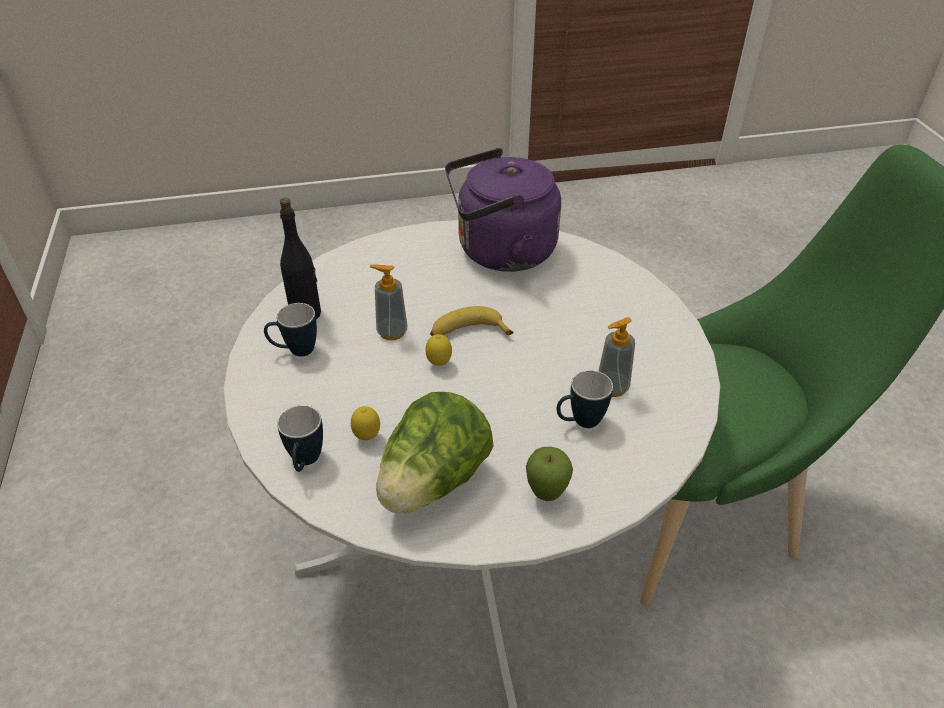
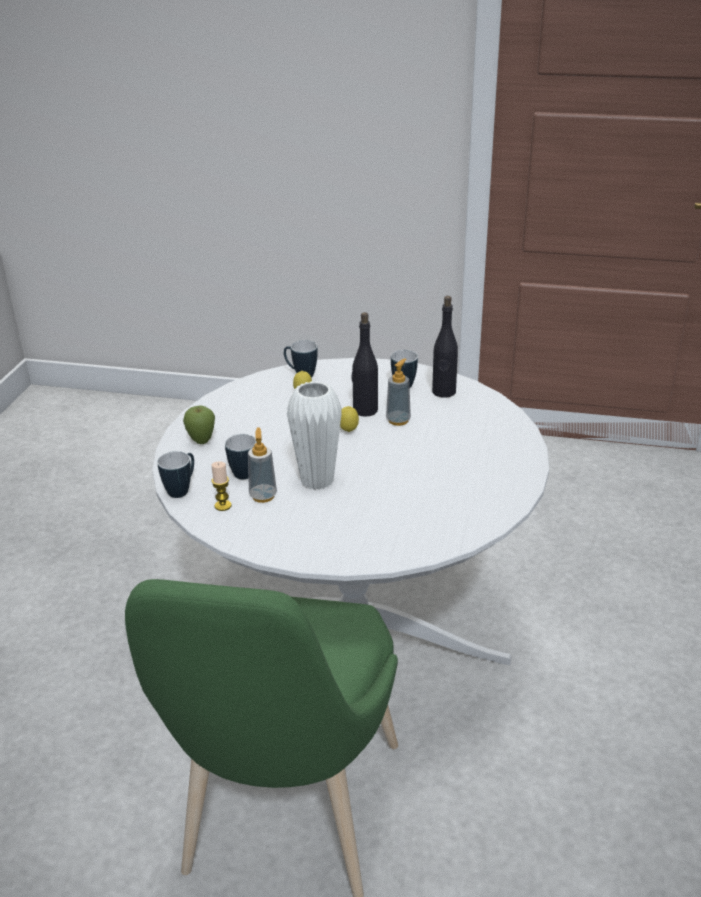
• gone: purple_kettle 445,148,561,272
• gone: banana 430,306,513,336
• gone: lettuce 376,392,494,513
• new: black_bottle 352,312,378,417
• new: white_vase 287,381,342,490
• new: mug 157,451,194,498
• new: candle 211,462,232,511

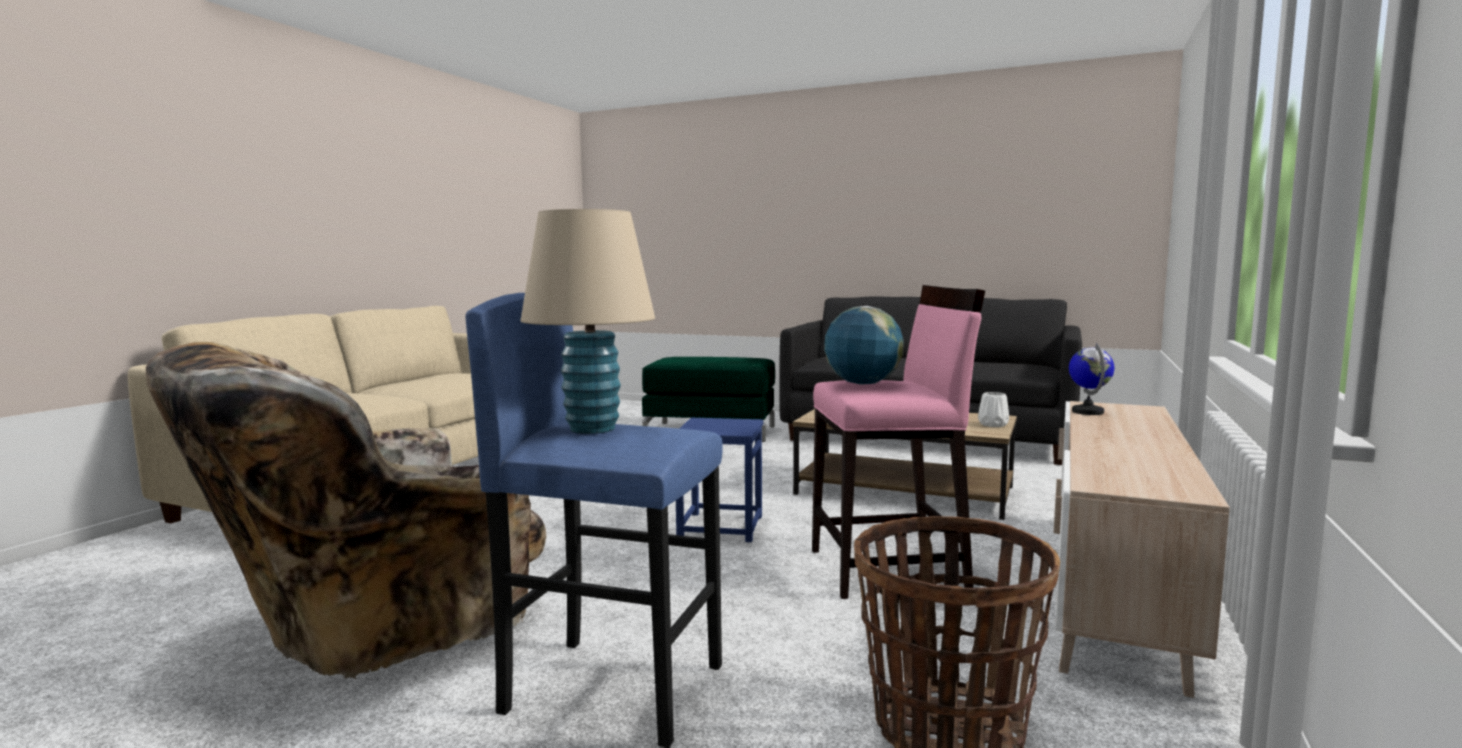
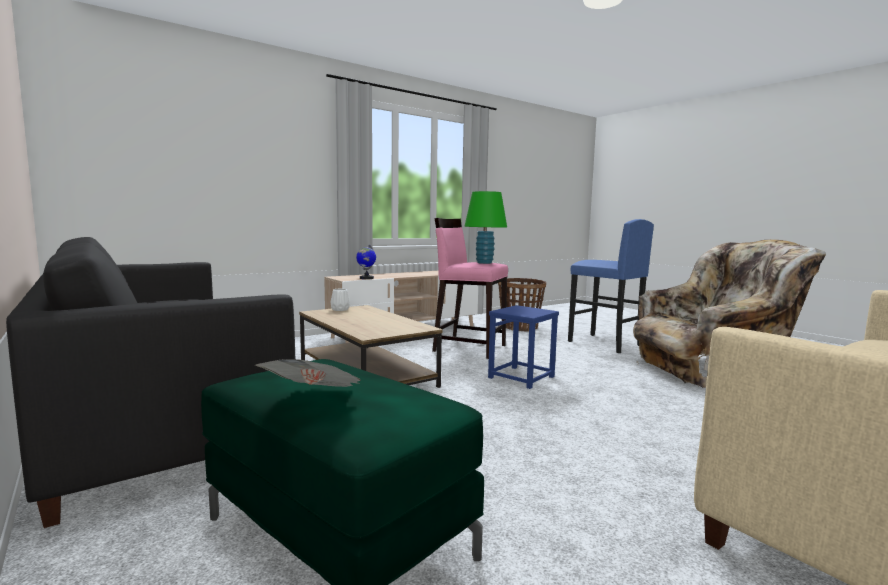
• gone: beige_table_lamp 520,209,655,434
• swapped: globe 824,306,904,385 to green_table_lamp 464,191,507,264
• new: newspaper 254,359,360,387

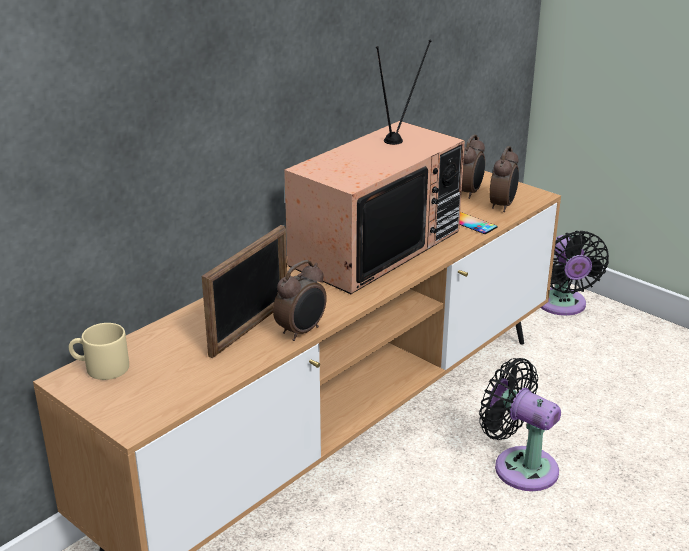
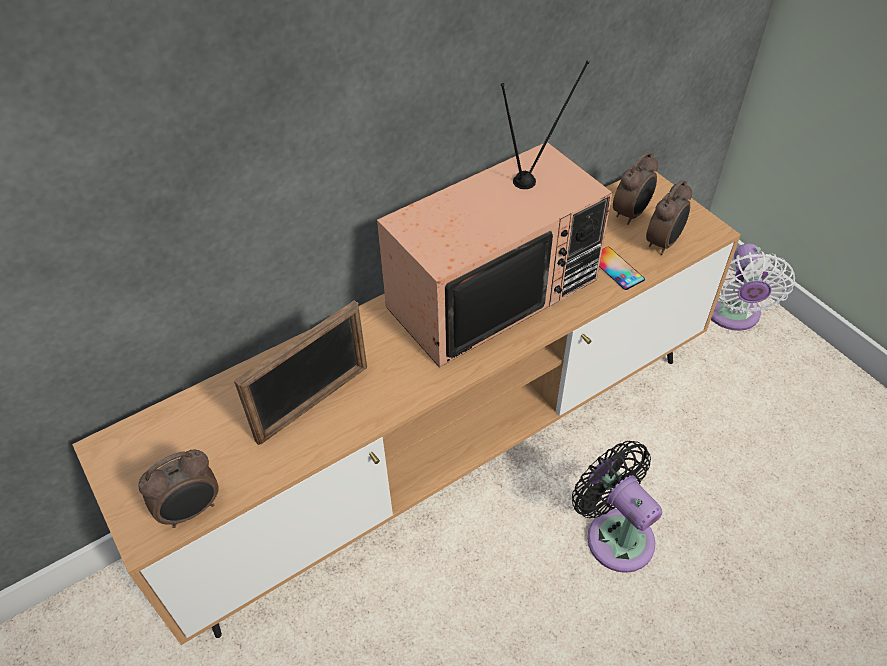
• repainted: black_fan 541,231,609,316 to white_fan 711,243,795,331
• shifted: alarm_clock 273,260,327,341 to 138,449,219,528
• gone: beige_mug 69,323,129,380

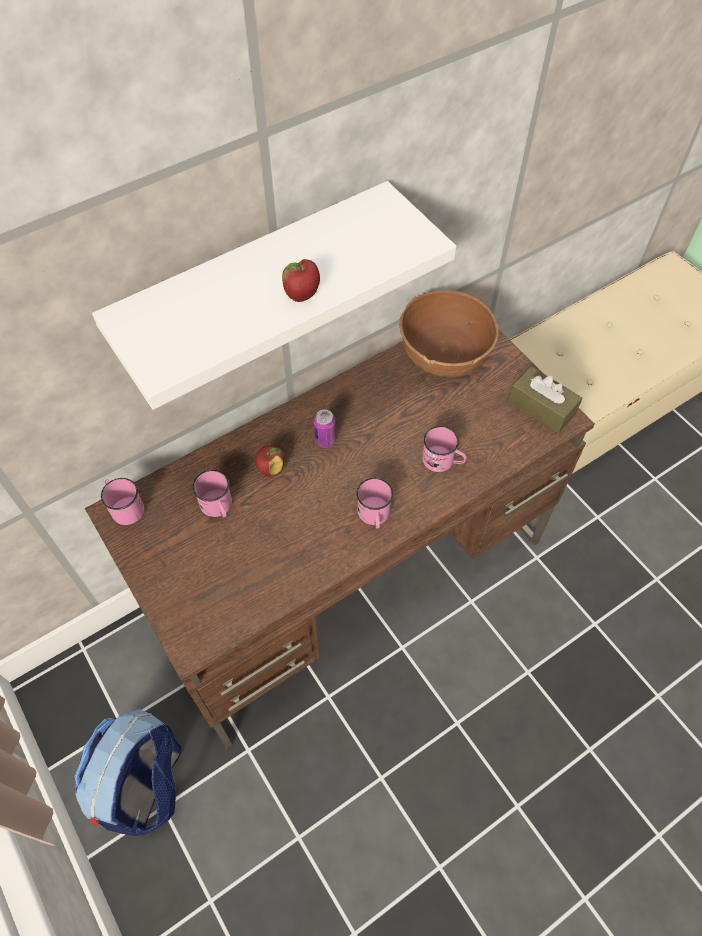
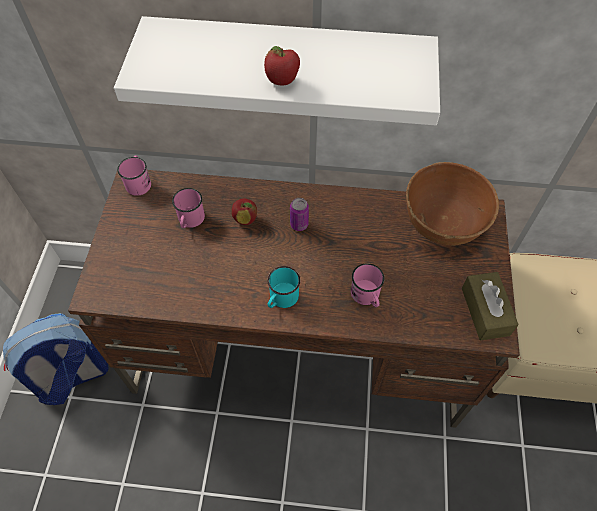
• repainted: pink_mug 356,478,393,529 to turquoise_mug 268,266,300,308

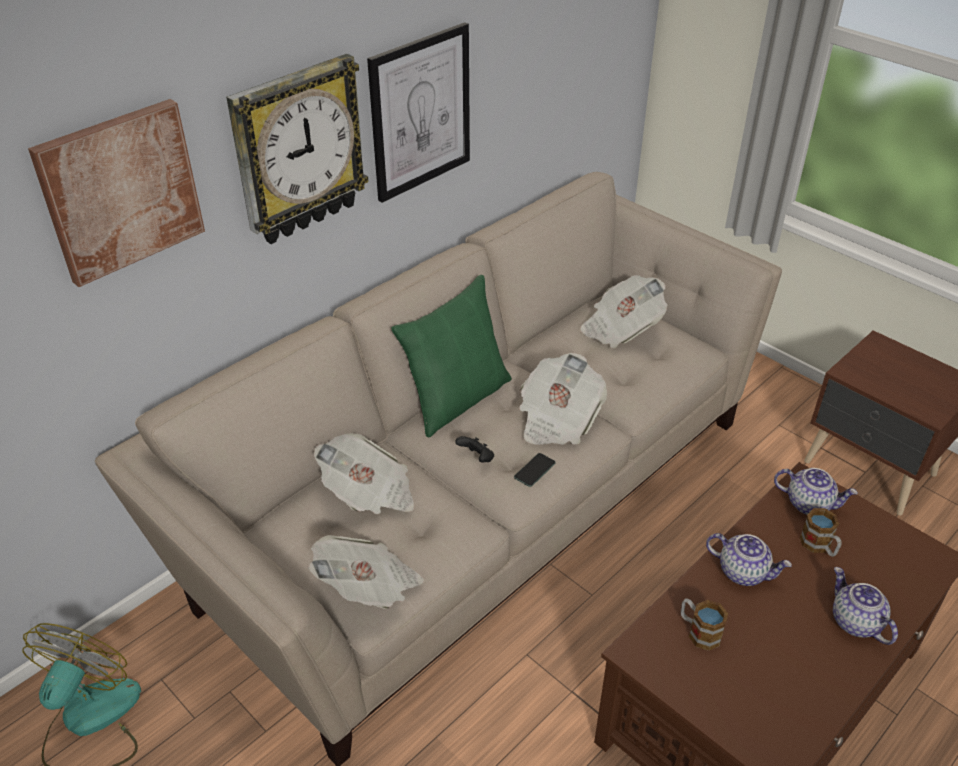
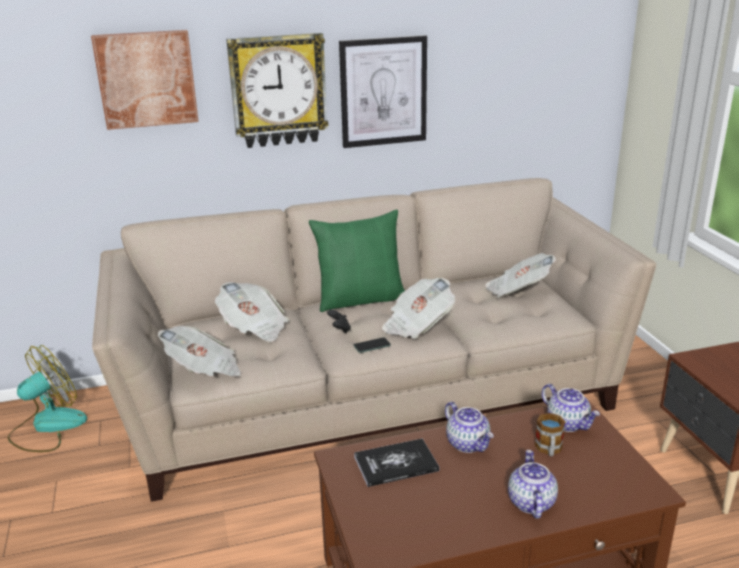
• swapped: mug 681,598,728,651 to book 354,438,439,487

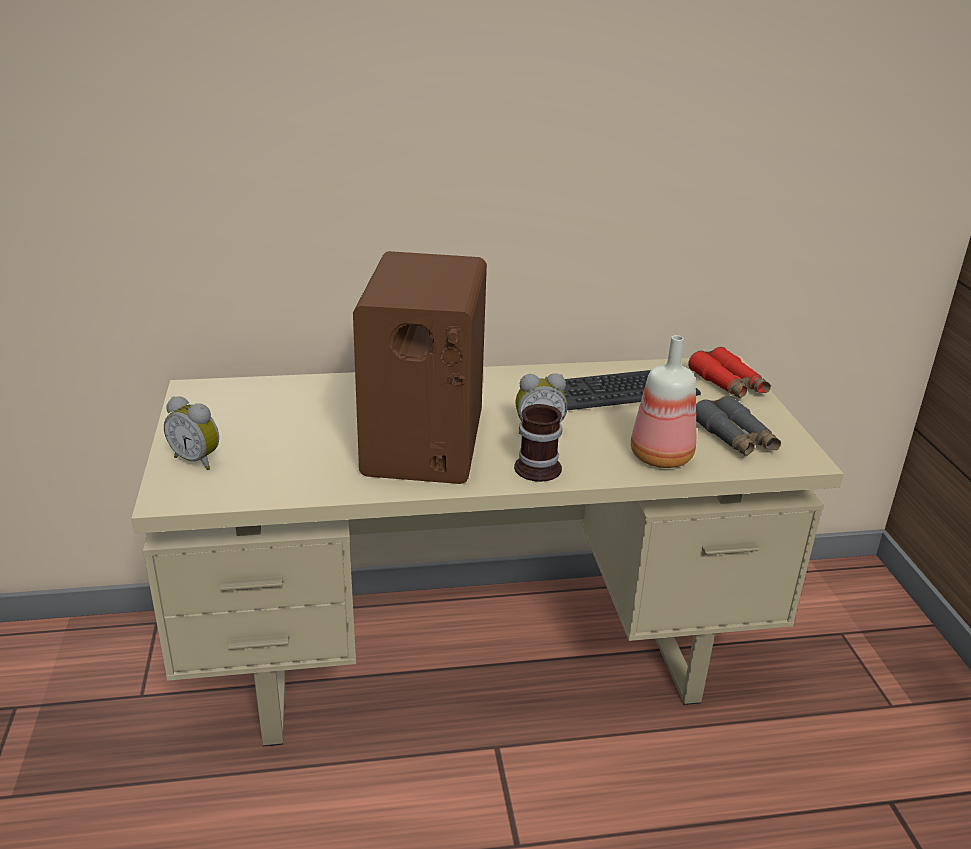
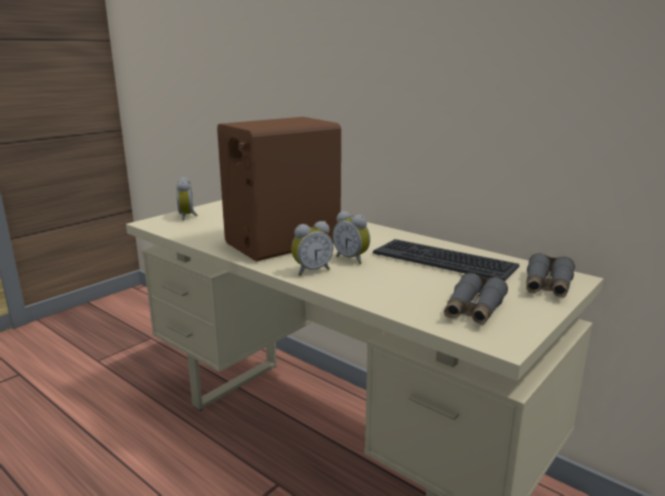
• gone: bottle 631,335,696,468
• repainted: red_binoculars 688,347,771,398 to grey_binoculars 526,253,575,298
• swapped: mug 514,404,562,482 to alarm_clock 291,221,333,276

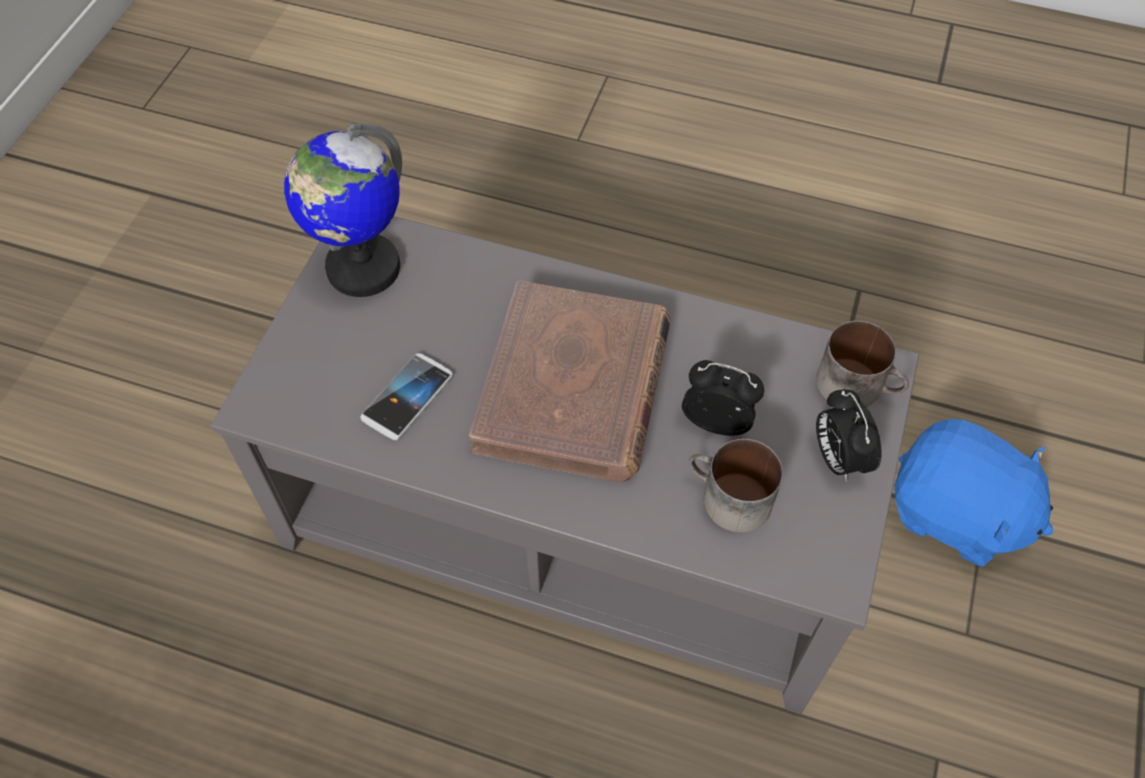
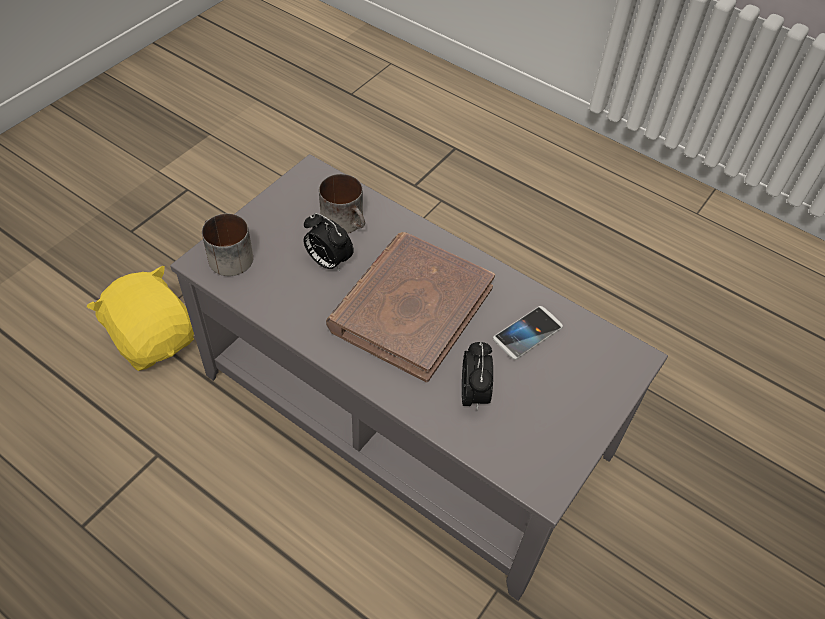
• gone: globe 284,123,402,297
• shifted: alarm_clock 816,389,882,482 to 462,342,493,410
• repainted: blue_plush_toy 895,419,1053,567 to yellow_plush_toy 87,266,194,371

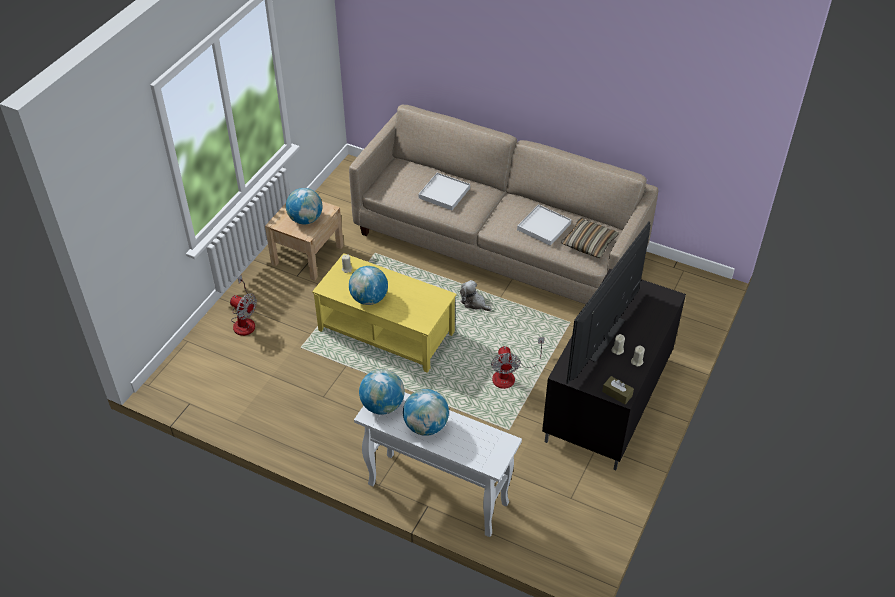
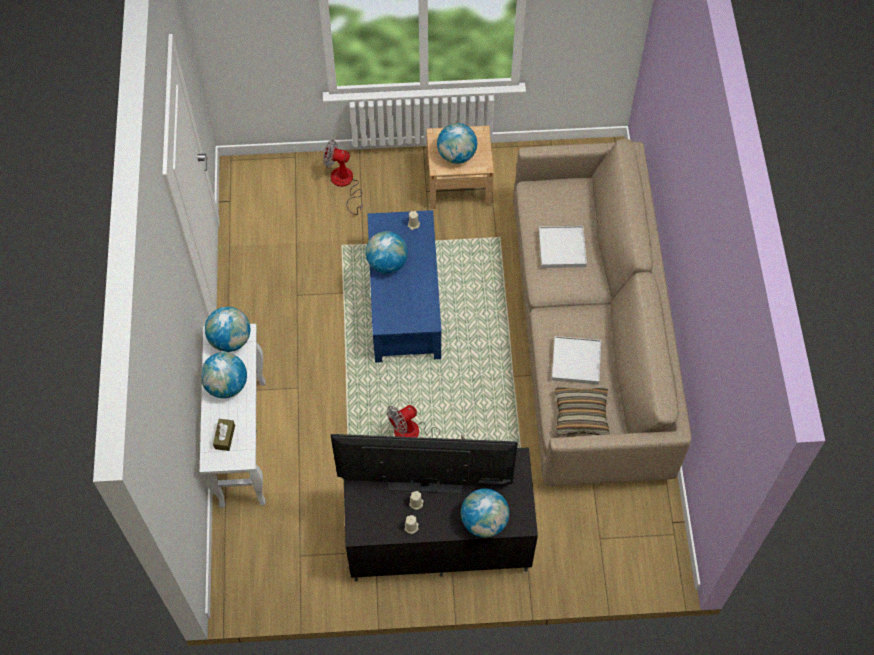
• repainted: yellow_coffee_table 312,253,456,373 to blue_coffee_table 368,210,442,363
• rotated: fan 230,275,257,336 = 323,140,363,215 105 degrees clockwise
• gone: plush_toy 460,280,492,311
• shifted: brown_tissue_box 602,376,634,404 to 213,419,235,451
• new: globe 461,488,509,537

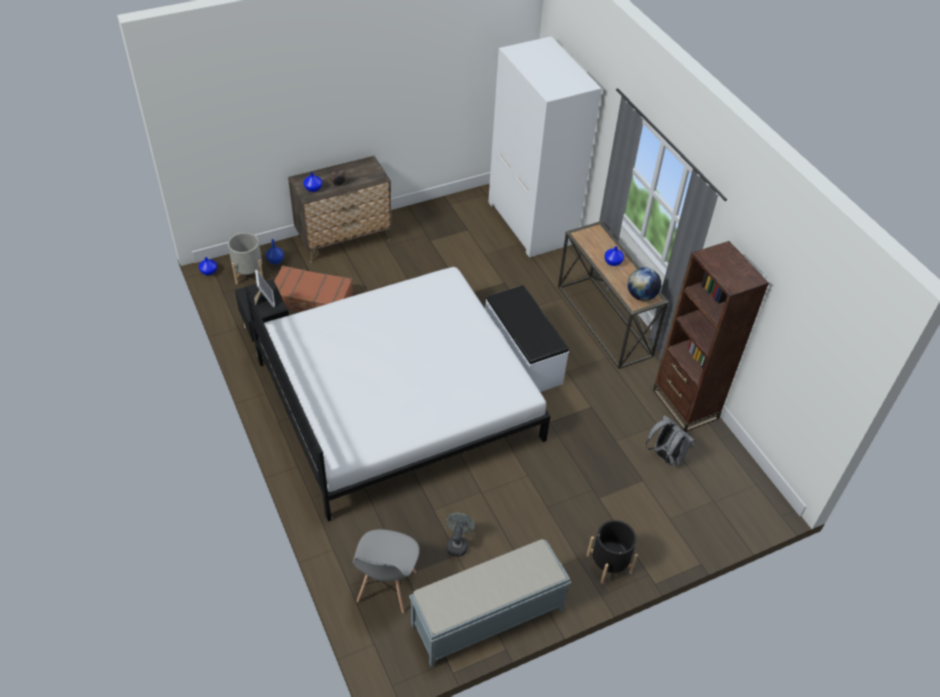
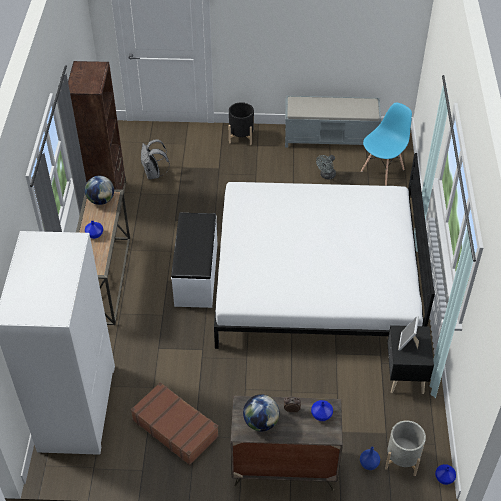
• shifted: brown_suitcase 274,265,353,312 to 131,382,219,465
• repainted: grey_chair 353,529,419,613 to blue_chair 361,103,412,186
• new: globe 243,394,280,431

